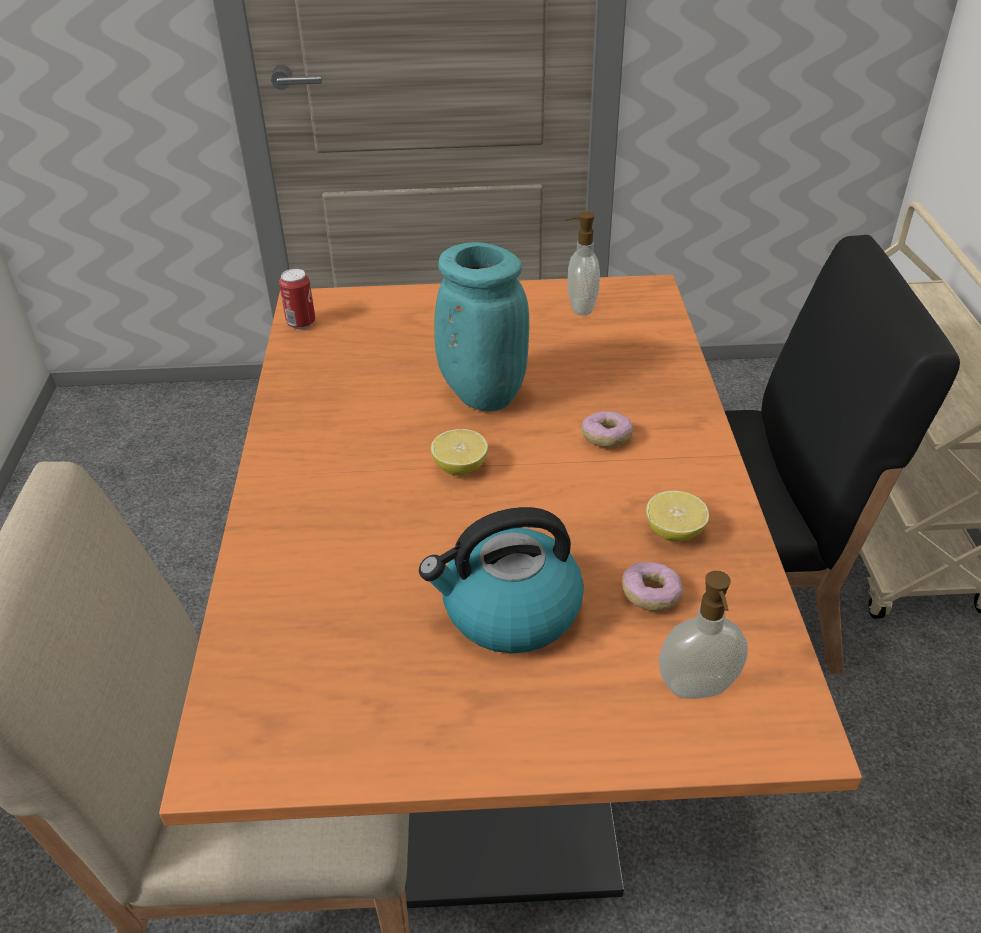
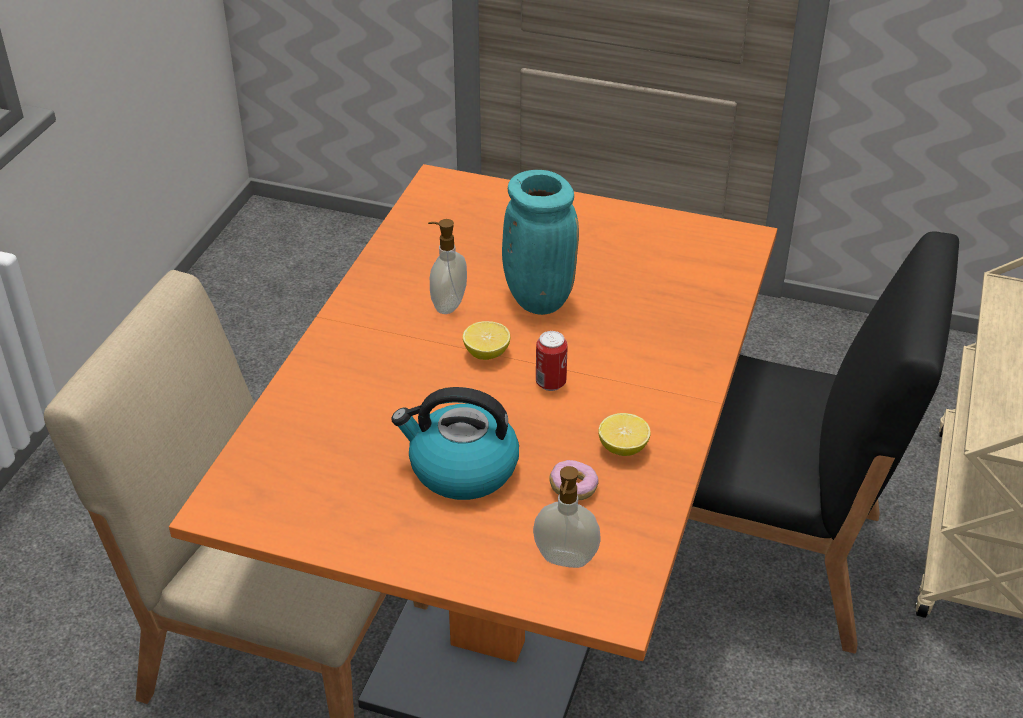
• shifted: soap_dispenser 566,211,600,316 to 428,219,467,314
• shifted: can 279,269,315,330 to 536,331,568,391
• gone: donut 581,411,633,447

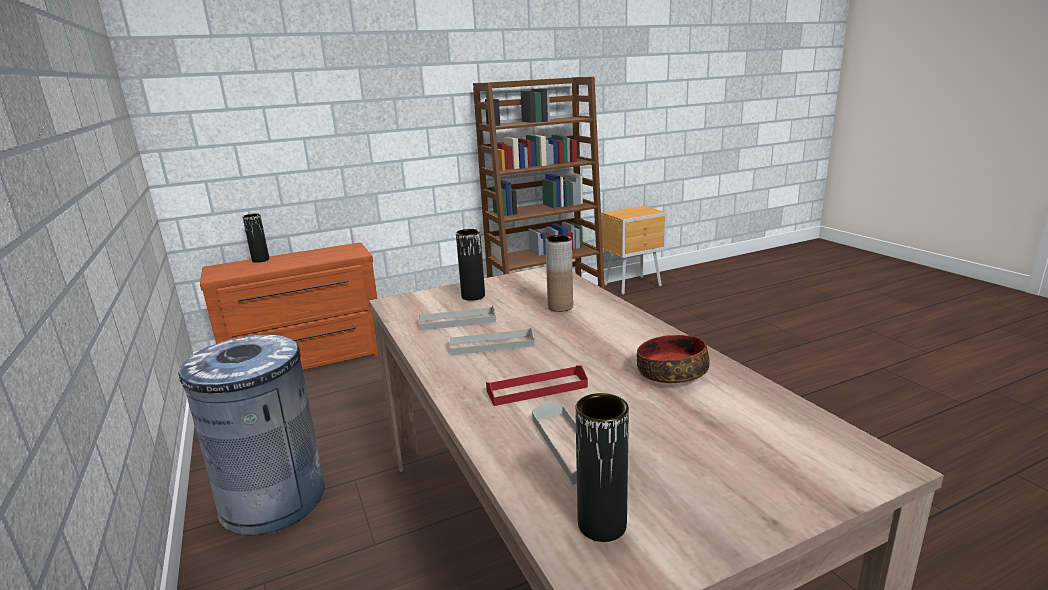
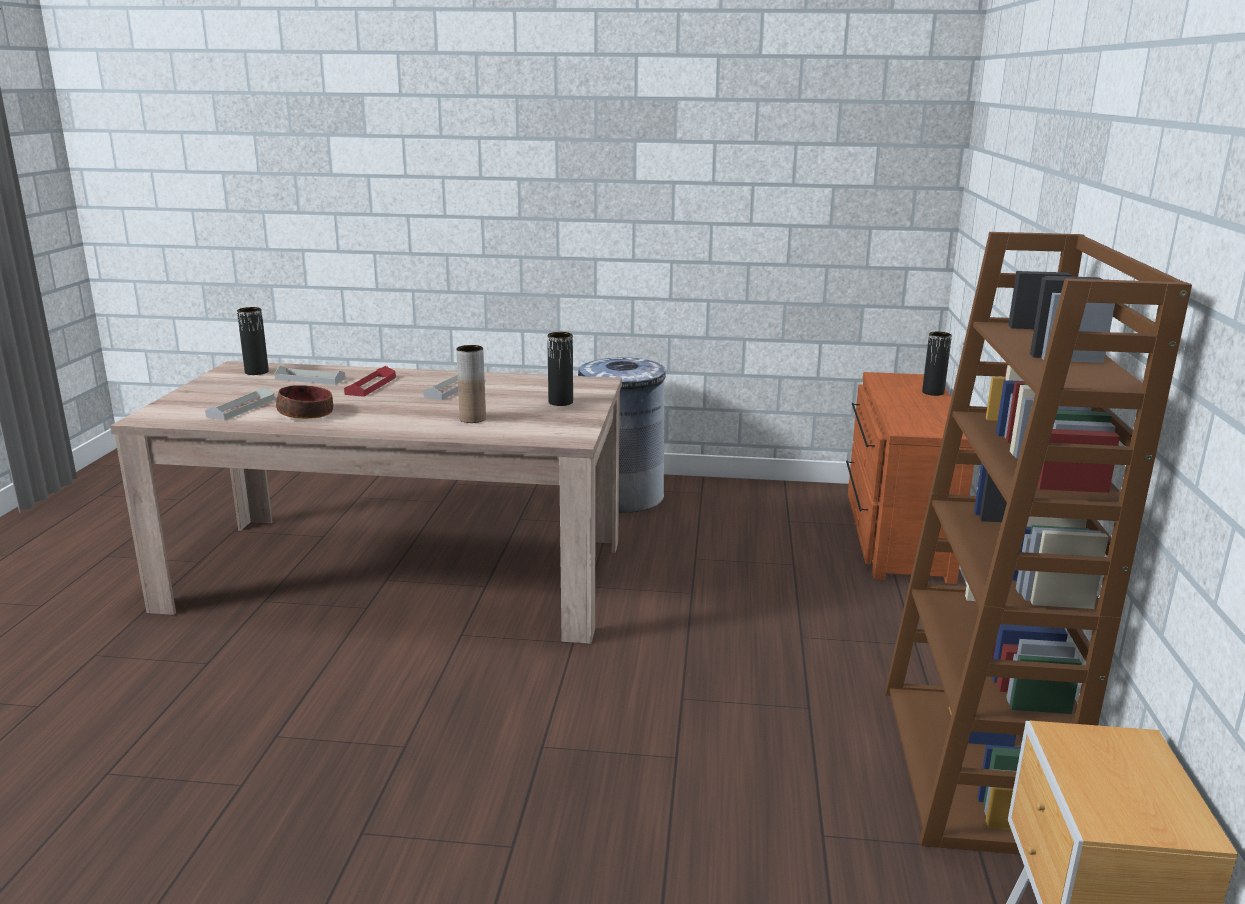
• shifted: grey_tray 418,305,496,331 to 205,387,275,421

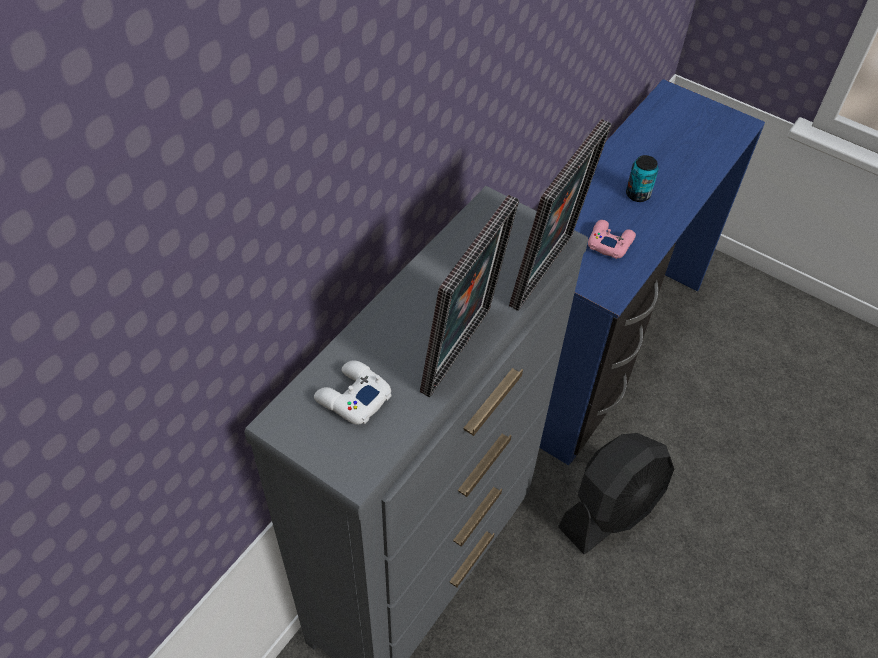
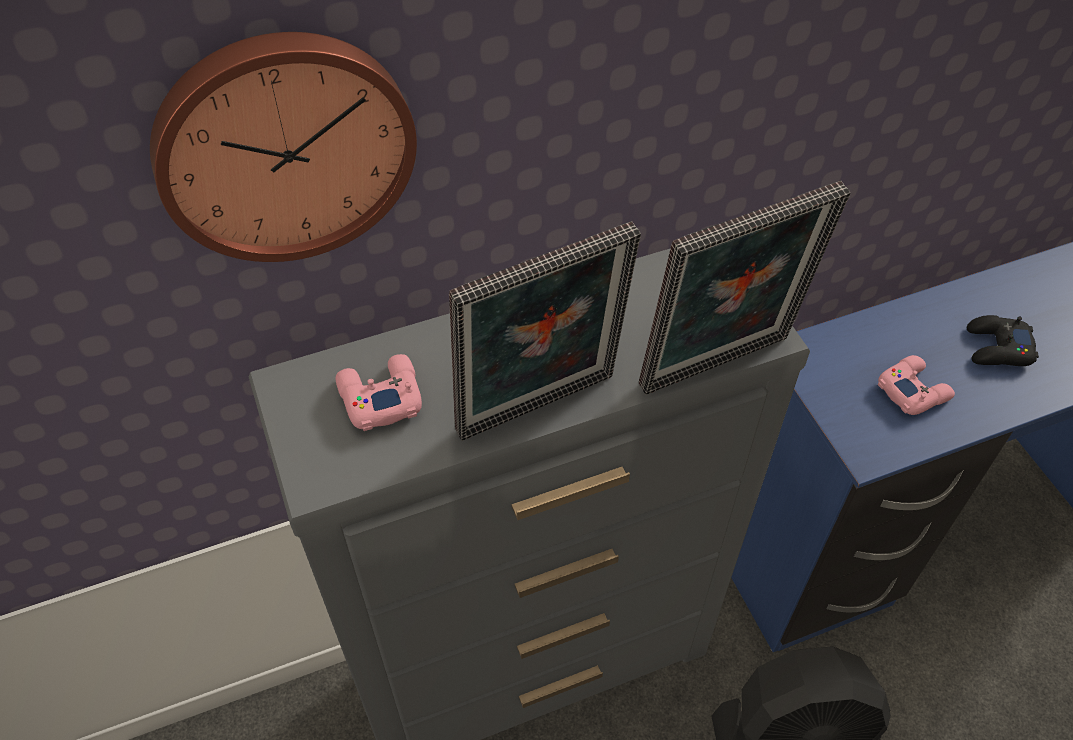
• swapped: can 626,155,659,202 to black_game_controller 967,315,1039,366
• repainted: white_game_controller 314,360,392,425 to pink_game_controller 336,354,422,431
• new: wall_clock 150,32,417,262

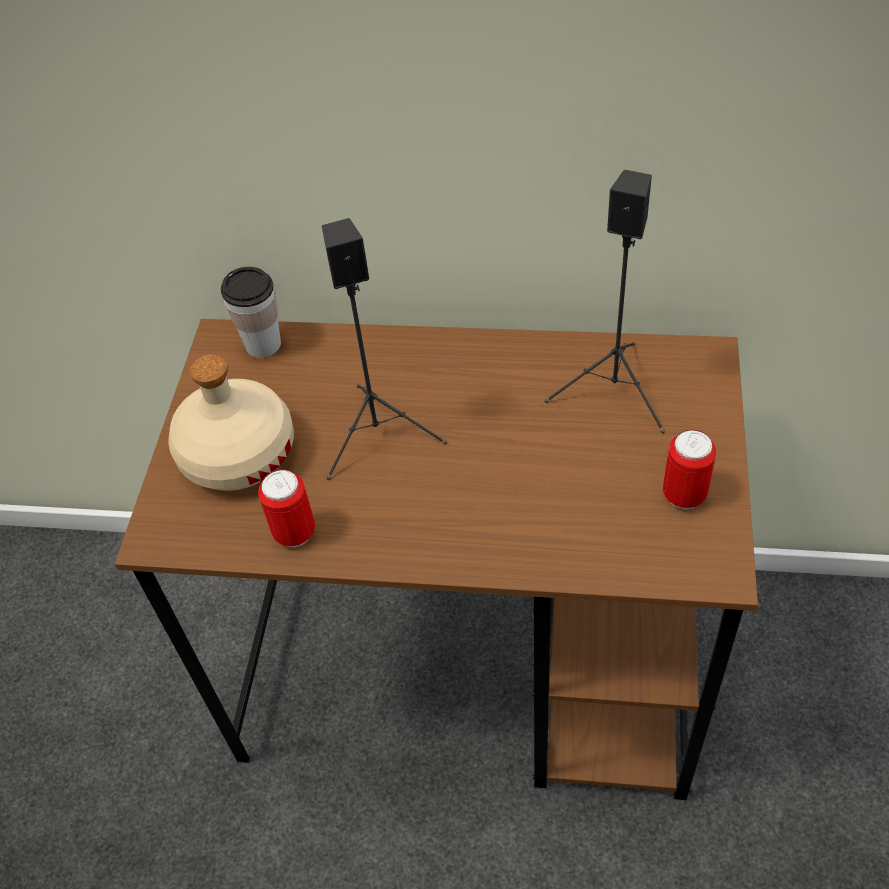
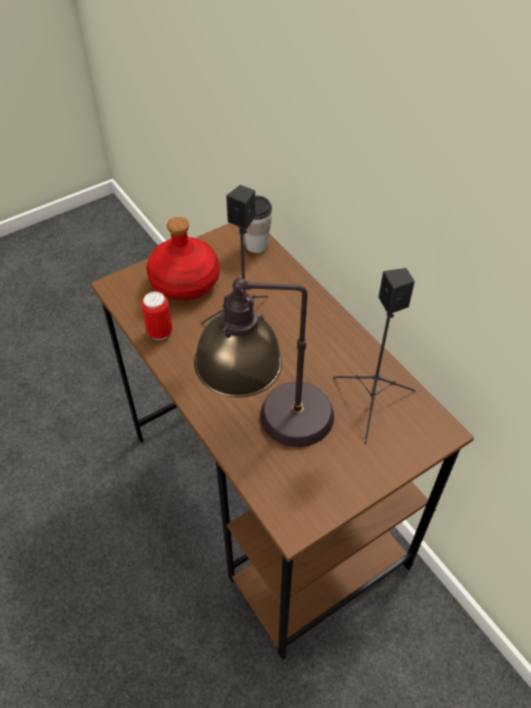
• repainted: beige_bottle 168,354,294,491 to red_bottle 147,217,220,301
• gone: can 663,429,716,509
• new: table_lamp 194,278,334,447

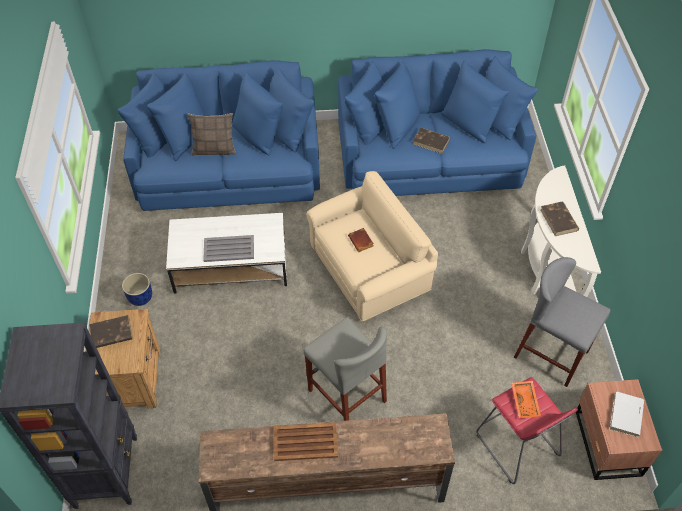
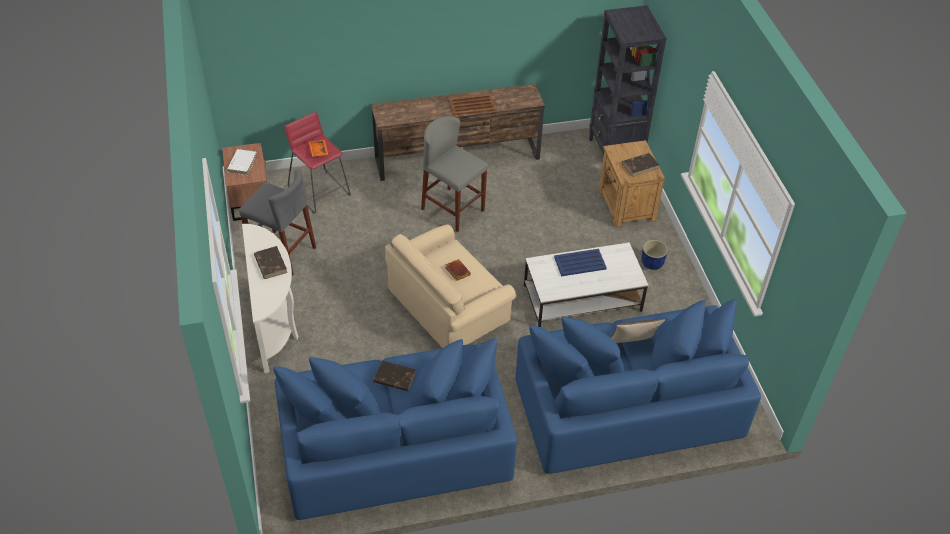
• repainted: grey_tray 203,235,254,262 to blue_tray 554,249,607,276

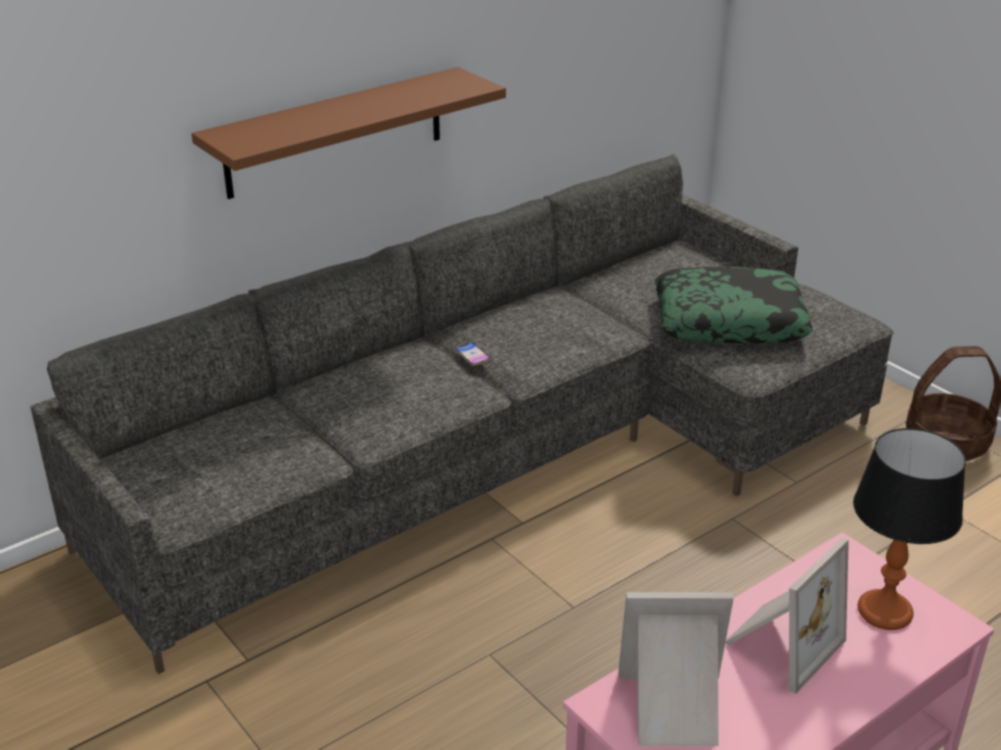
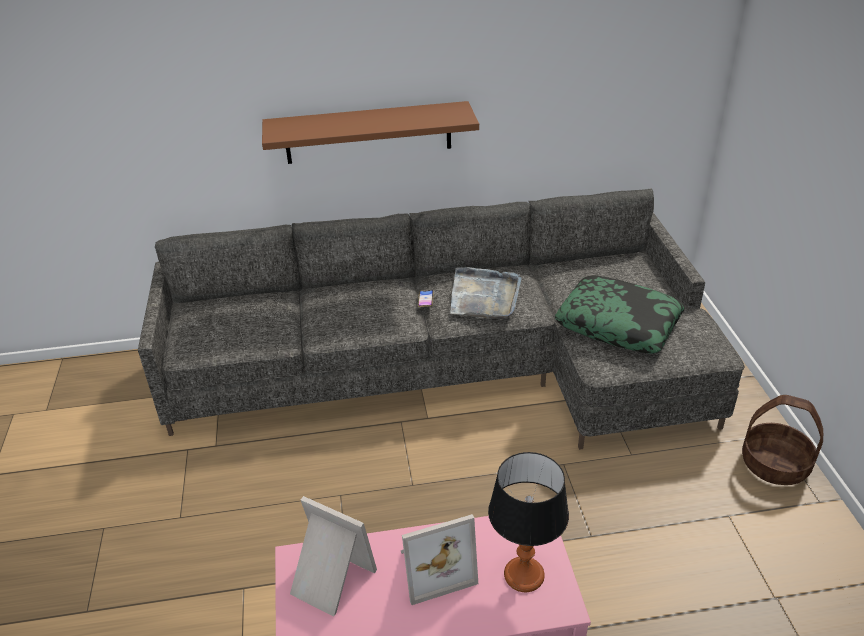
• new: grey_tray 450,267,522,319

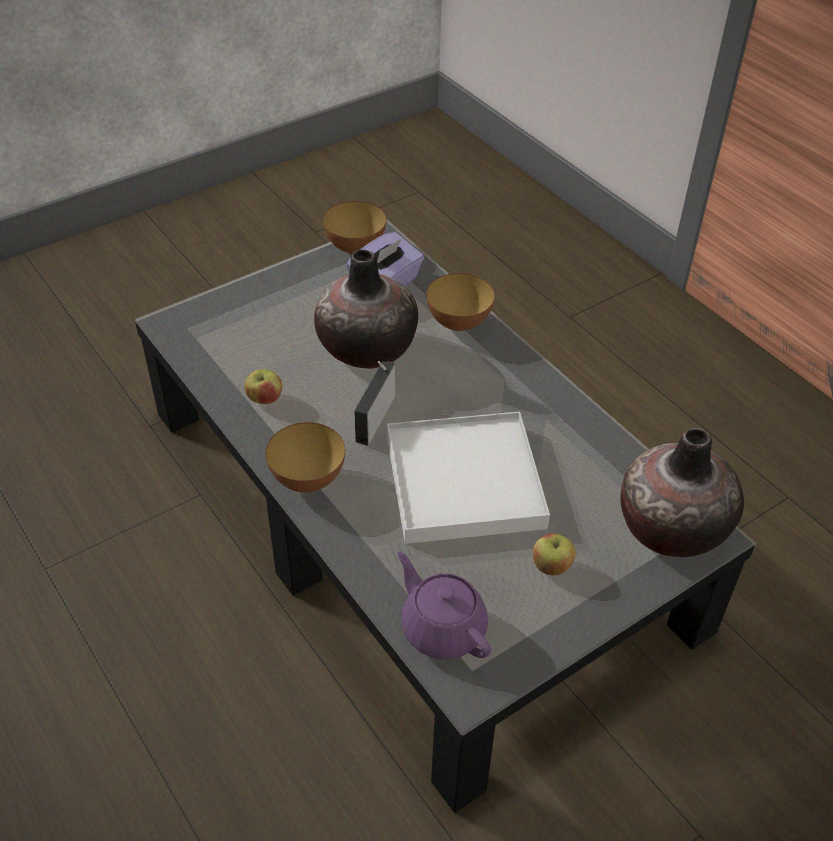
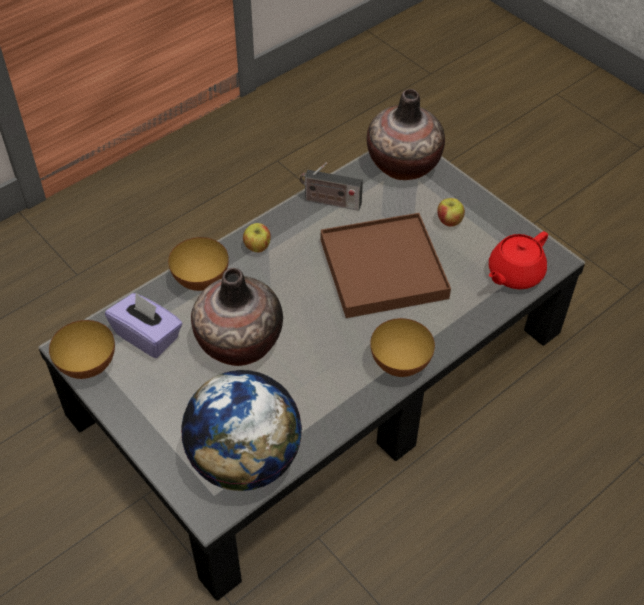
• shifted: radio 354,361,395,445 to 300,162,363,210
• shifted: apple 244,369,282,404 to 243,223,271,252
• repainted: white_tray 387,412,550,544 to brown_tray 321,213,451,318
• repainted: purple_teapot 398,552,491,659 to red_teapot 489,231,548,289
• new: globe 181,370,302,491

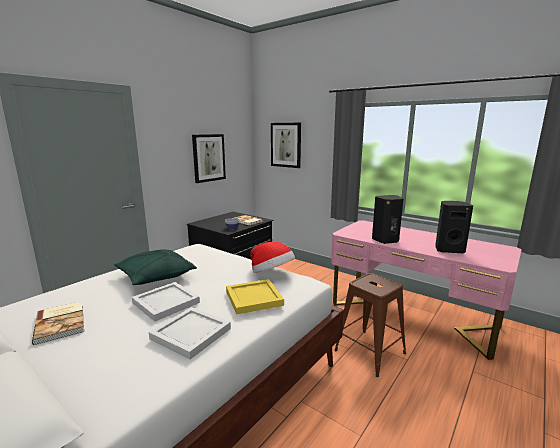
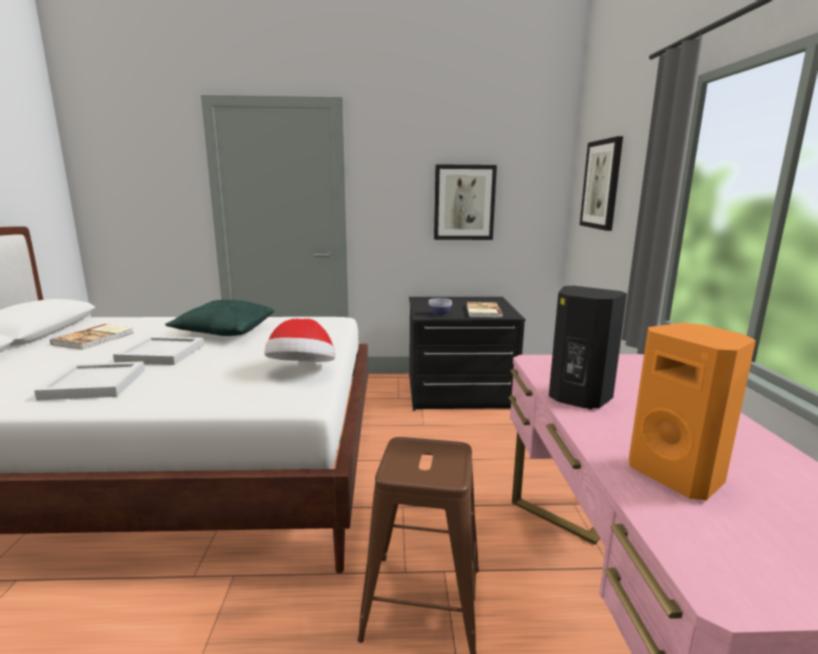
• repainted: black_speaker 435,201,473,253 to orange_speaker 629,323,756,500
• gone: yellow_tray 226,279,284,315

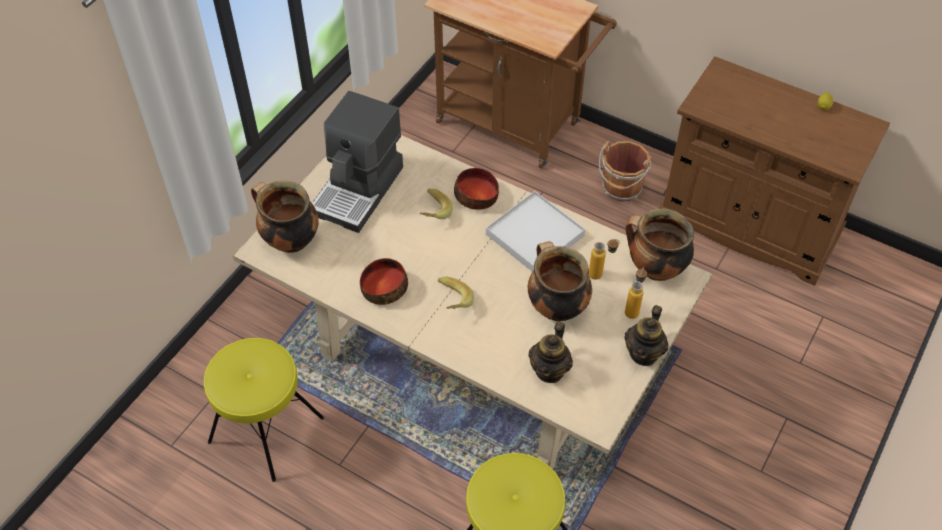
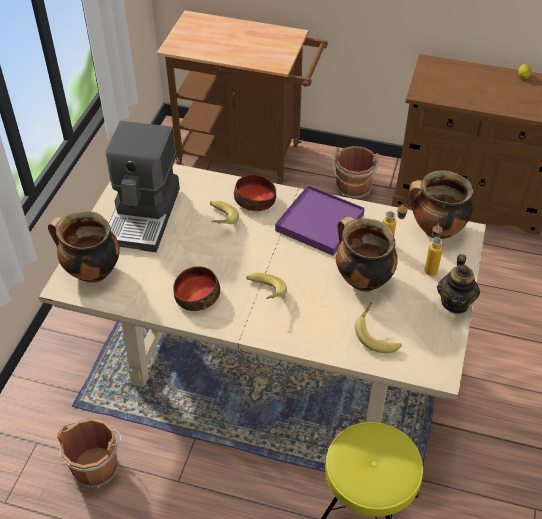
• repainted: white_tray 486,191,585,272 to purple_tray 275,185,365,256
• swapped: teapot 528,322,573,383 to banana 355,301,402,353
• swapped: yellow_stool 204,338,324,482 to brown_bucket 57,418,122,489

